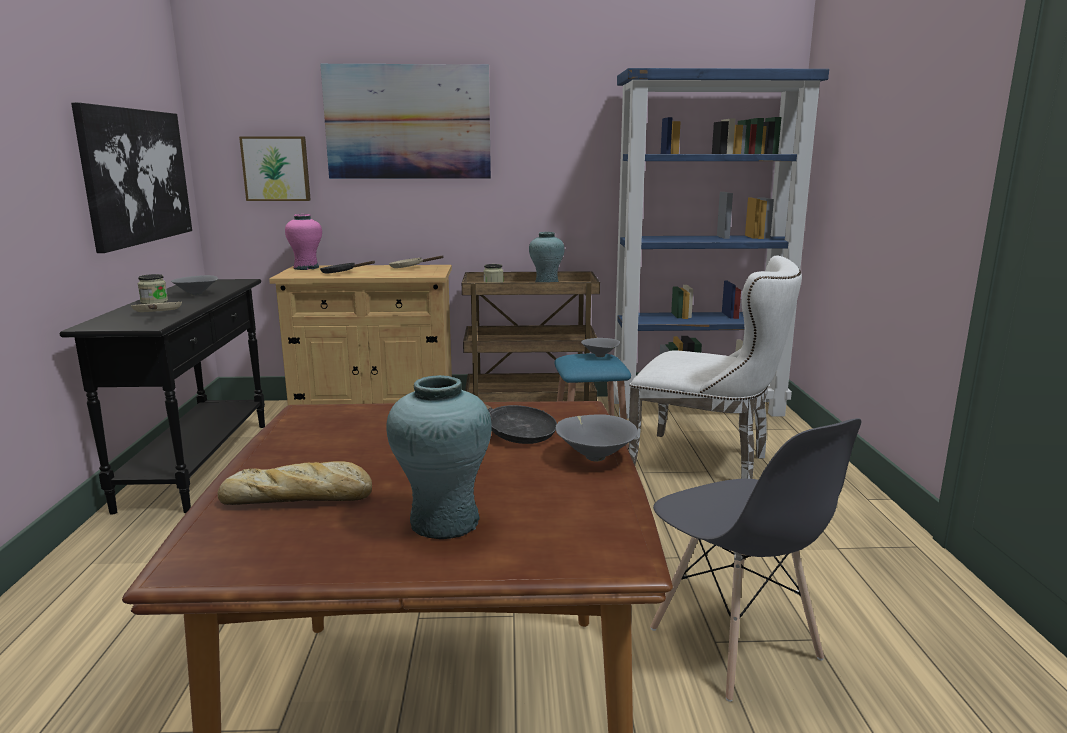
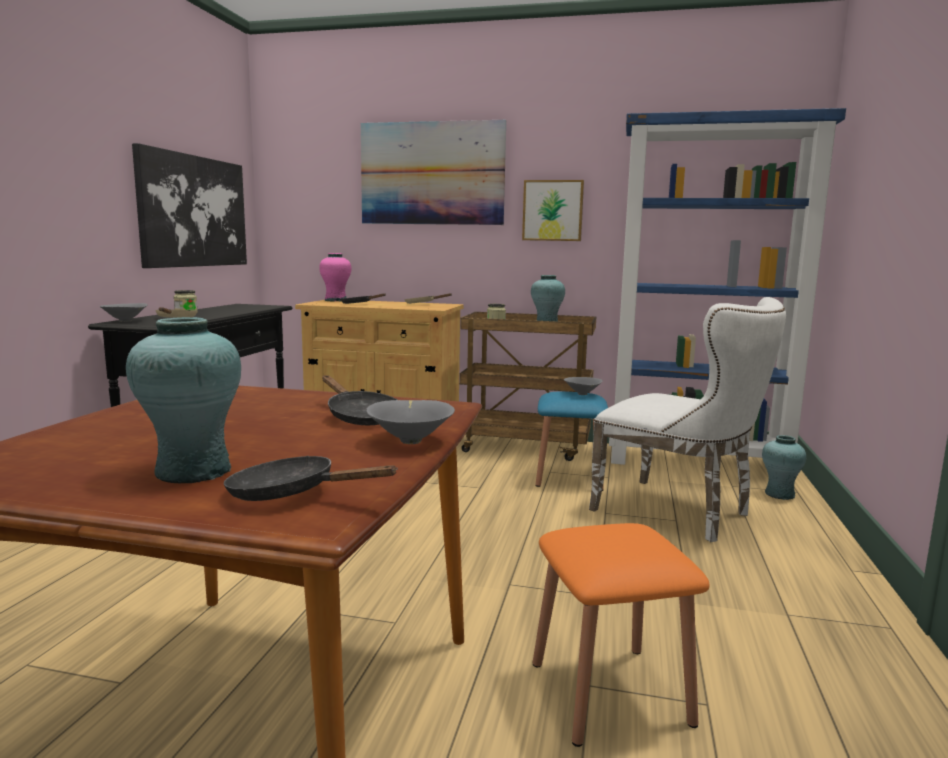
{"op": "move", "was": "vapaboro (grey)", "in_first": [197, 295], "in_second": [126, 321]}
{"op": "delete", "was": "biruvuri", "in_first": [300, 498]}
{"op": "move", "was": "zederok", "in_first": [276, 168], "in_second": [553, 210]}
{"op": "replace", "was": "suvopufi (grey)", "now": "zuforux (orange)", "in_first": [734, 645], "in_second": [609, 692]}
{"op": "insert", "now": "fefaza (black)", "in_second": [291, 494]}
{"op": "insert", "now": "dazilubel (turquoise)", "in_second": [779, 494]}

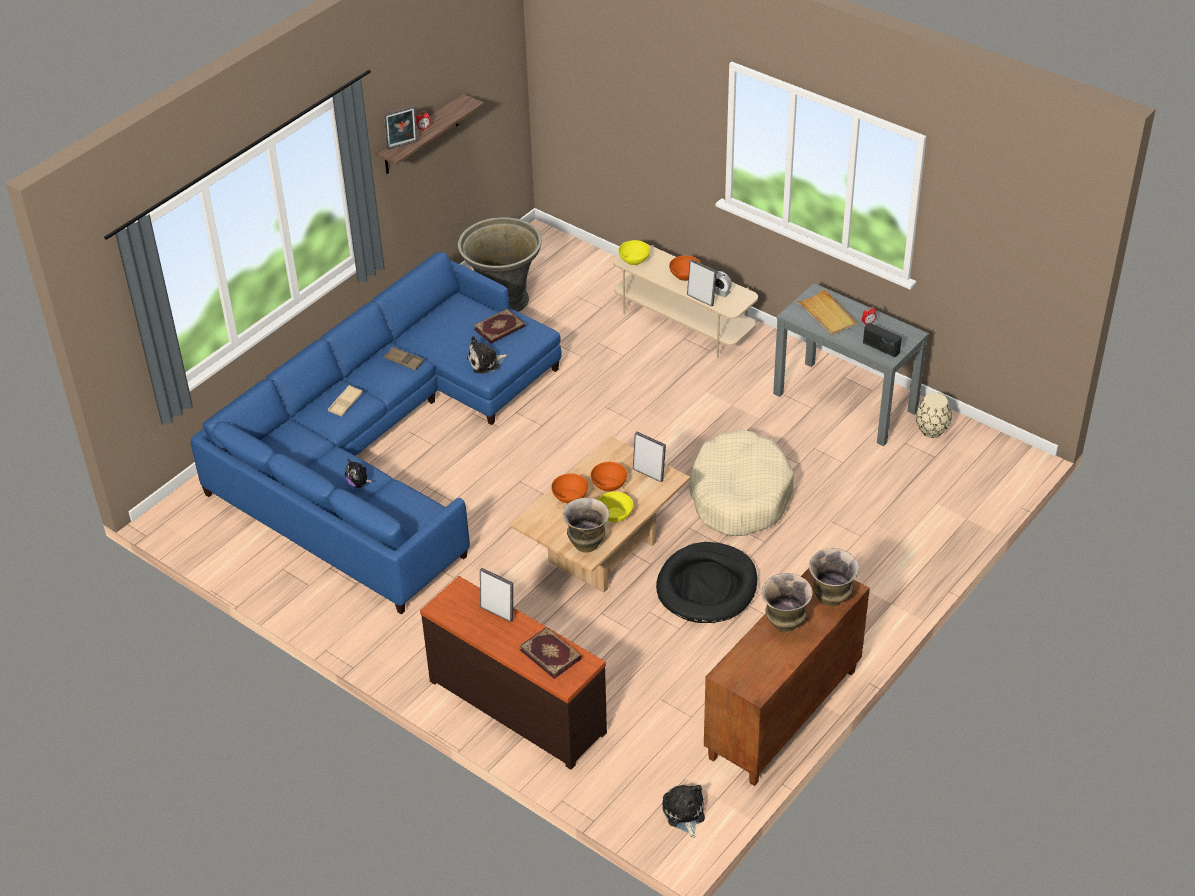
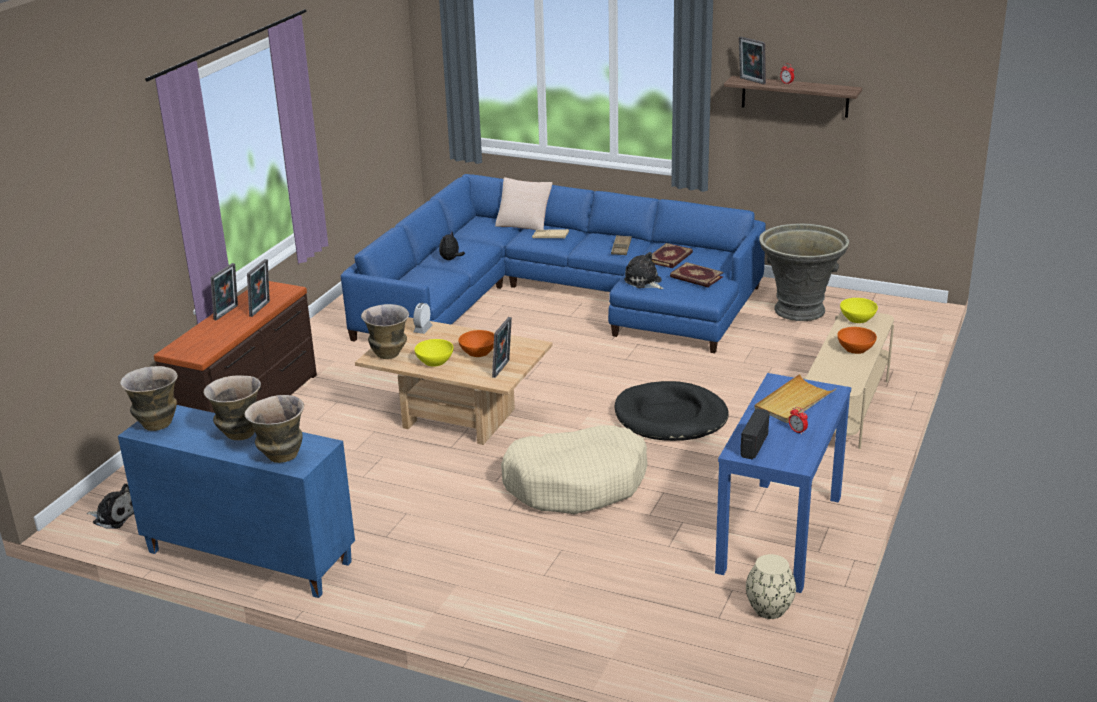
{"op": "move", "was": "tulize", "in_first": [551, 654], "in_second": [670, 258]}
{"op": "delete", "was": "vapaboro (orange)", "in_first": [570, 496]}
{"op": "move", "was": "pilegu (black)", "in_first": [707, 586], "in_second": [670, 417]}
{"op": "rotate", "was": "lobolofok", "in_first": [684, 814], "in_second": [114, 516], "clockwise": 45}
{"op": "move", "was": "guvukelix", "in_first": [701, 299], "in_second": [227, 313]}
{"op": "recolor", "was": "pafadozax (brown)", "now": "pafadozax (blue)", "in_first": [783, 715], "in_second": [247, 557]}
{"op": "move", "was": "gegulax", "in_first": [720, 292], "in_second": [423, 329]}
{"op": "recolor", "was": "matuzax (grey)", "now": "matuzax (blue)", "in_first": [845, 402], "in_second": [780, 534]}
{"op": "insert", "now": "dazilubel", "in_second": [157, 424]}
{"op": "insert", "now": "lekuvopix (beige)", "in_second": [524, 223]}

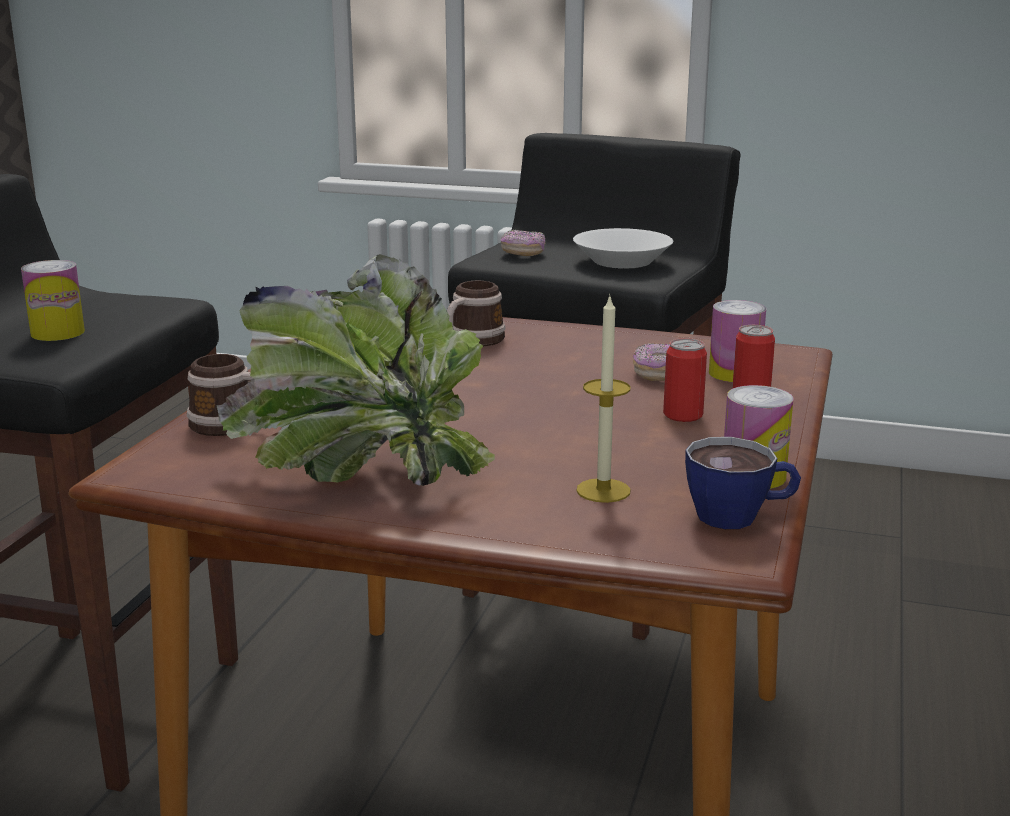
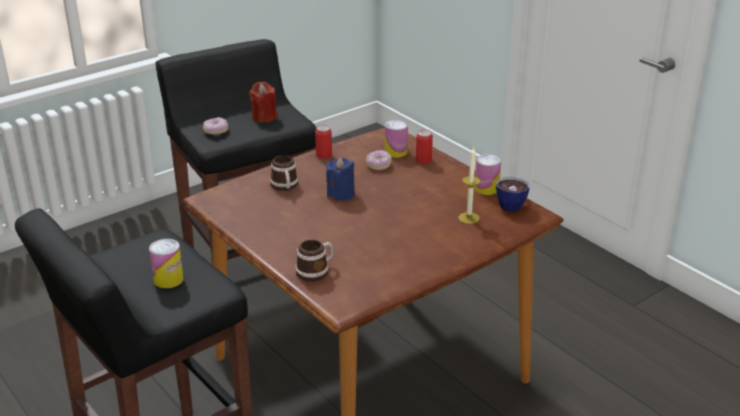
{"op": "delete", "was": "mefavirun", "in_first": [361, 474]}
{"op": "replace", "was": "vapaboro (white)", "now": "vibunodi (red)", "in_first": [621, 261], "in_second": [264, 117]}
{"op": "move", "was": "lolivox", "in_first": [683, 415], "in_second": [324, 155]}
{"op": "insert", "now": "vibunodi (blue)", "in_second": [340, 194]}

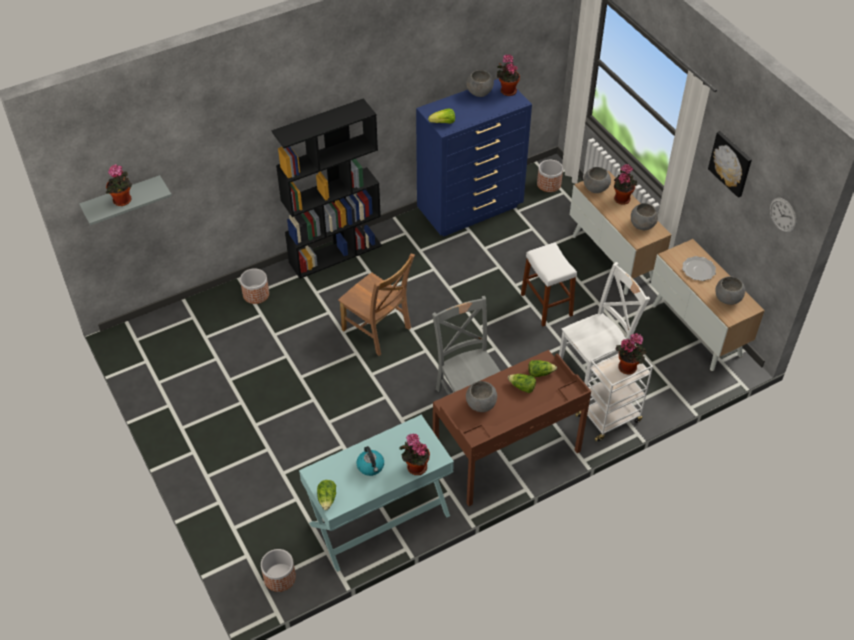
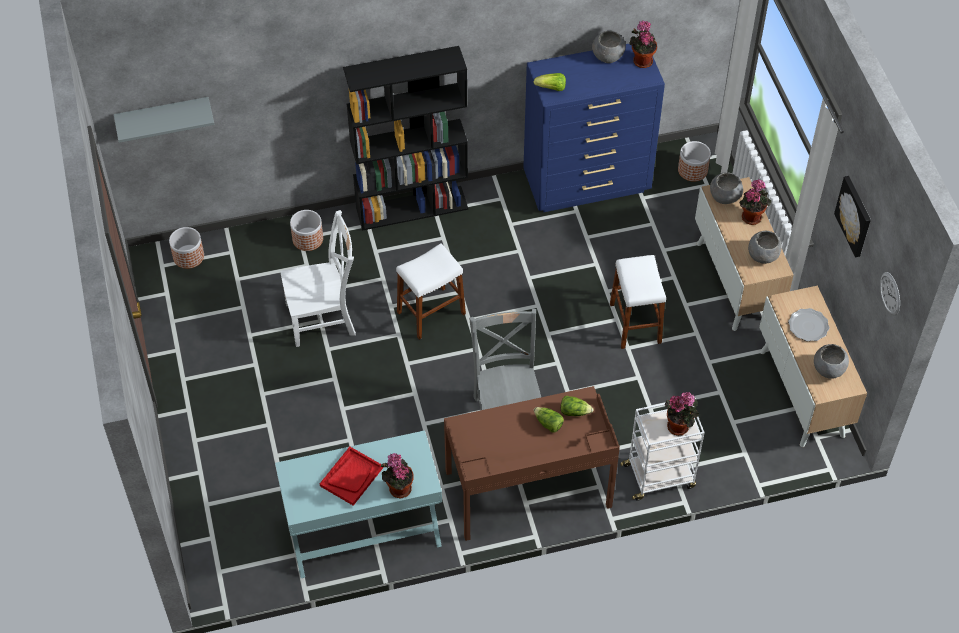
{"op": "delete", "was": "mefavirun", "in_first": [123, 201]}
{"op": "move", "was": "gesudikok", "in_first": [279, 577], "in_second": [188, 256]}
{"op": "delete", "was": "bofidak", "in_first": [327, 499]}
{"op": "replace", "was": "suvopufi (brown)", "now": "zuforux (white)", "in_first": [378, 331], "in_second": [431, 313]}
{"op": "replace", "was": "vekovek", "now": "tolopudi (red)", "in_first": [371, 466], "in_second": [351, 476]}
{"op": "delete", "was": "vapaboro (grey)", "in_first": [481, 405]}
{"op": "move", "was": "suvopufi (white)", "in_first": [596, 364], "in_second": [324, 318]}

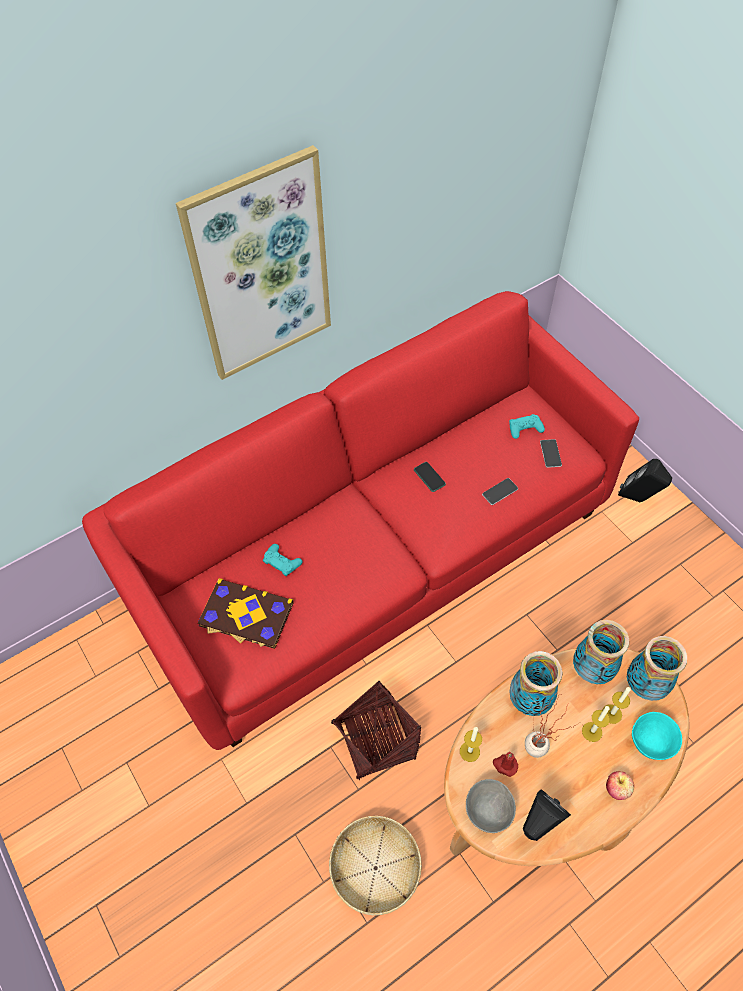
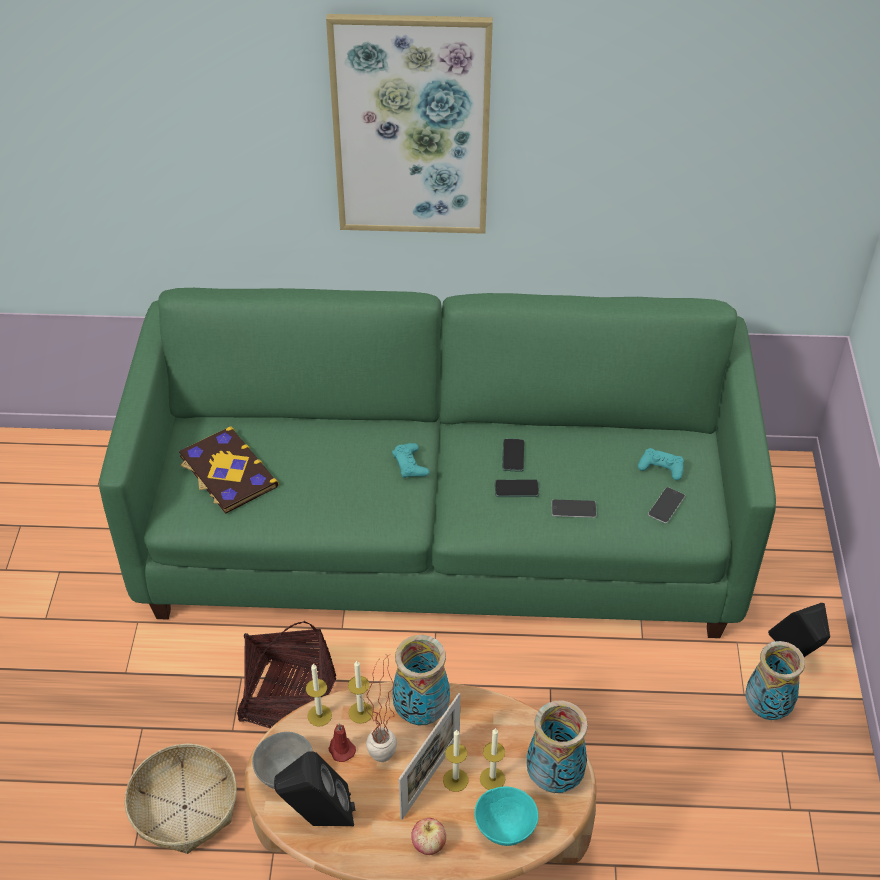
{"op": "recolor", "was": "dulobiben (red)", "now": "dulobiben (green)", "in_first": [374, 556], "in_second": [441, 537]}
{"op": "move", "was": "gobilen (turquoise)", "in_first": [282, 562], "in_second": [410, 464]}
{"op": "move", "was": "dazilubel", "in_first": [592, 670], "in_second": [766, 708]}
{"op": "insert", "now": "vibunodi", "in_second": [360, 712]}
{"op": "insert", "now": "guvukelix", "in_second": [430, 776]}
{"op": "insert", "now": "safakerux", "in_second": [516, 489]}

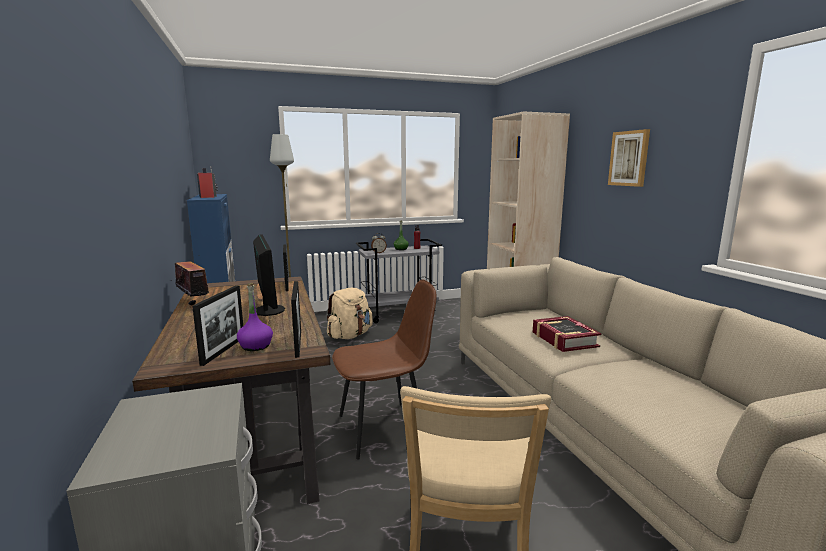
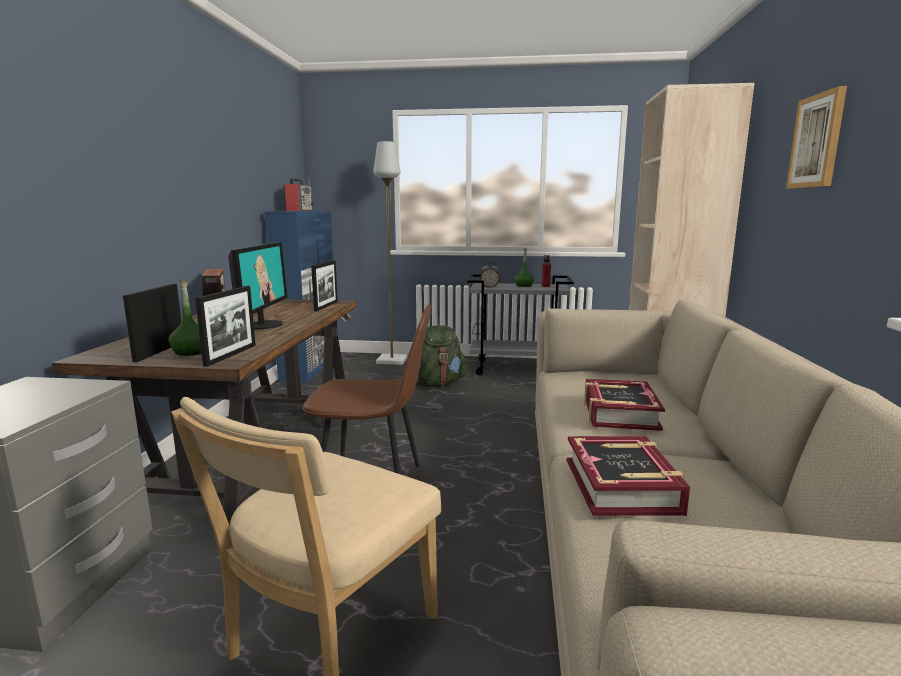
{"op": "rotate", "was": "guvukelix", "in_first": [223, 350], "in_second": [160, 351], "clockwise": 150}
{"op": "recolor", "was": "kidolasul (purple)", "now": "kidolasul (green)", "in_first": [255, 346], "in_second": [191, 352]}
{"op": "recolor", "was": "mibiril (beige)", "now": "mibiril (green)", "in_first": [350, 335], "in_second": [436, 384]}
{"op": "insert", "now": "tulize", "in_second": [622, 486]}

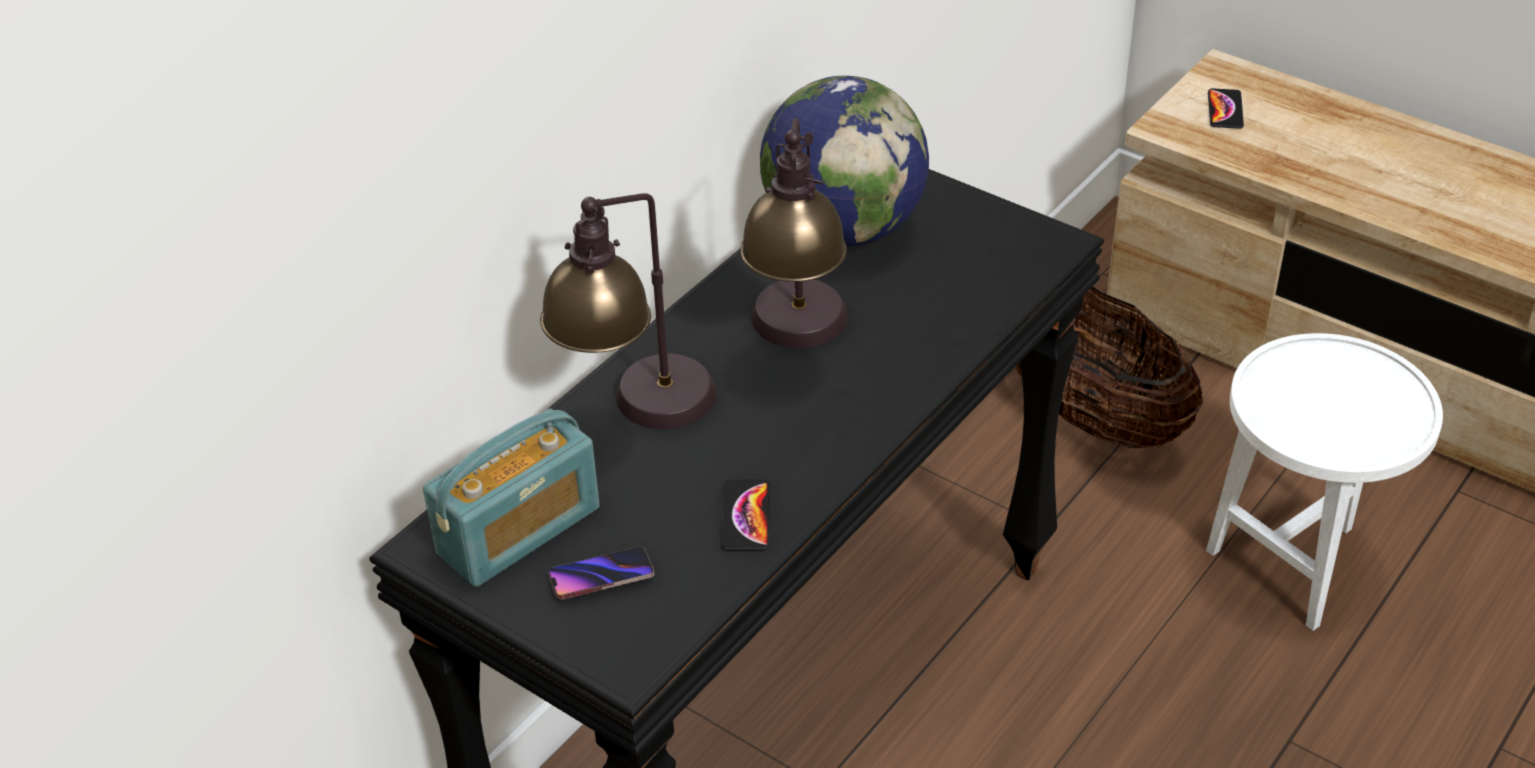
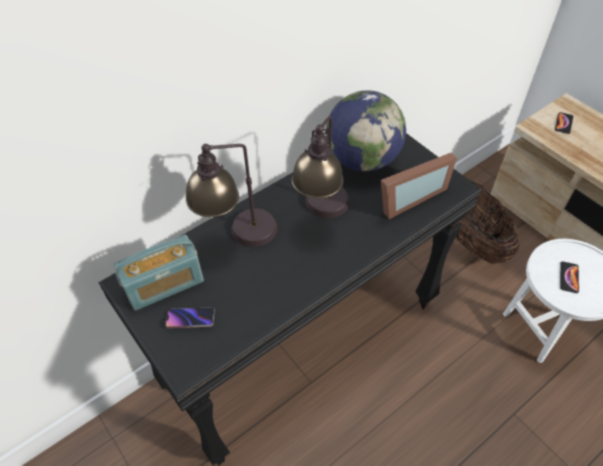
{"op": "move", "was": "safakerux", "in_first": [746, 516], "in_second": [569, 277]}
{"op": "insert", "now": "guvukelix", "in_second": [407, 197]}

